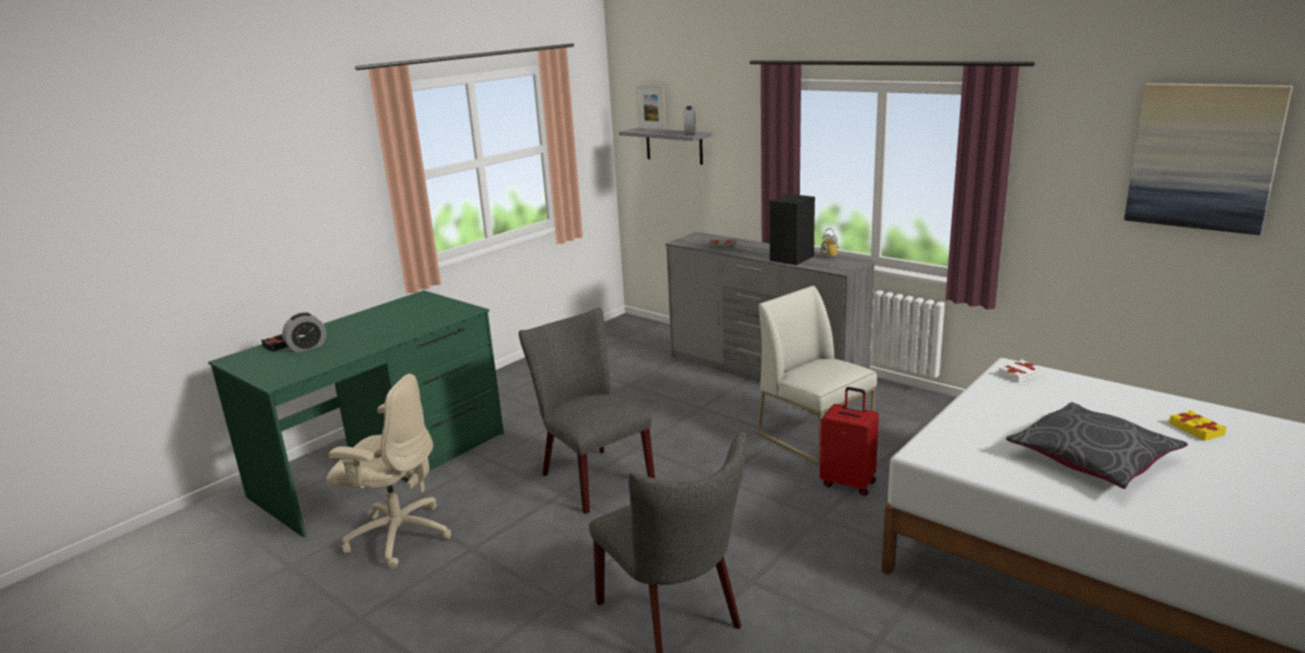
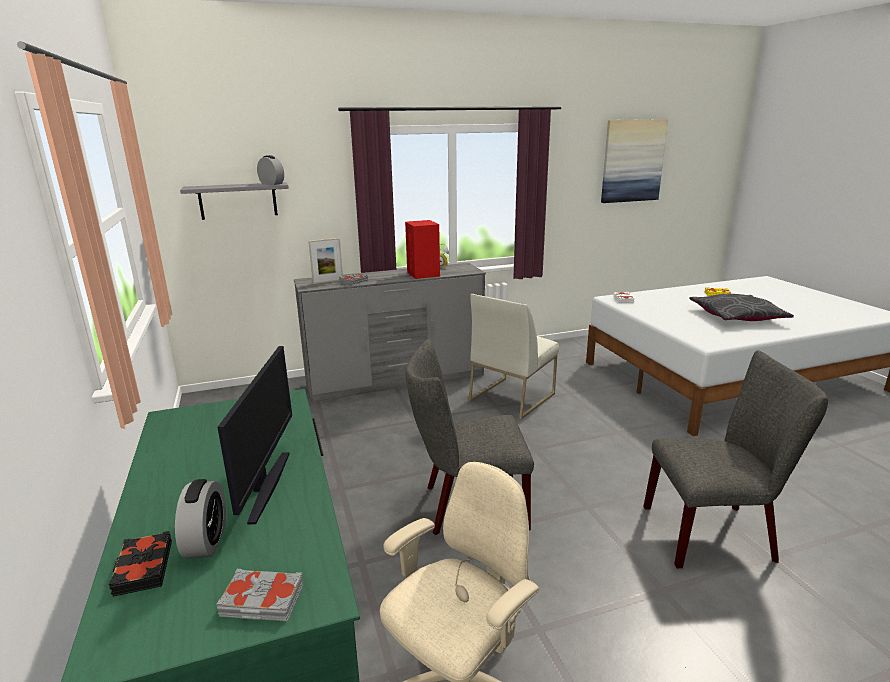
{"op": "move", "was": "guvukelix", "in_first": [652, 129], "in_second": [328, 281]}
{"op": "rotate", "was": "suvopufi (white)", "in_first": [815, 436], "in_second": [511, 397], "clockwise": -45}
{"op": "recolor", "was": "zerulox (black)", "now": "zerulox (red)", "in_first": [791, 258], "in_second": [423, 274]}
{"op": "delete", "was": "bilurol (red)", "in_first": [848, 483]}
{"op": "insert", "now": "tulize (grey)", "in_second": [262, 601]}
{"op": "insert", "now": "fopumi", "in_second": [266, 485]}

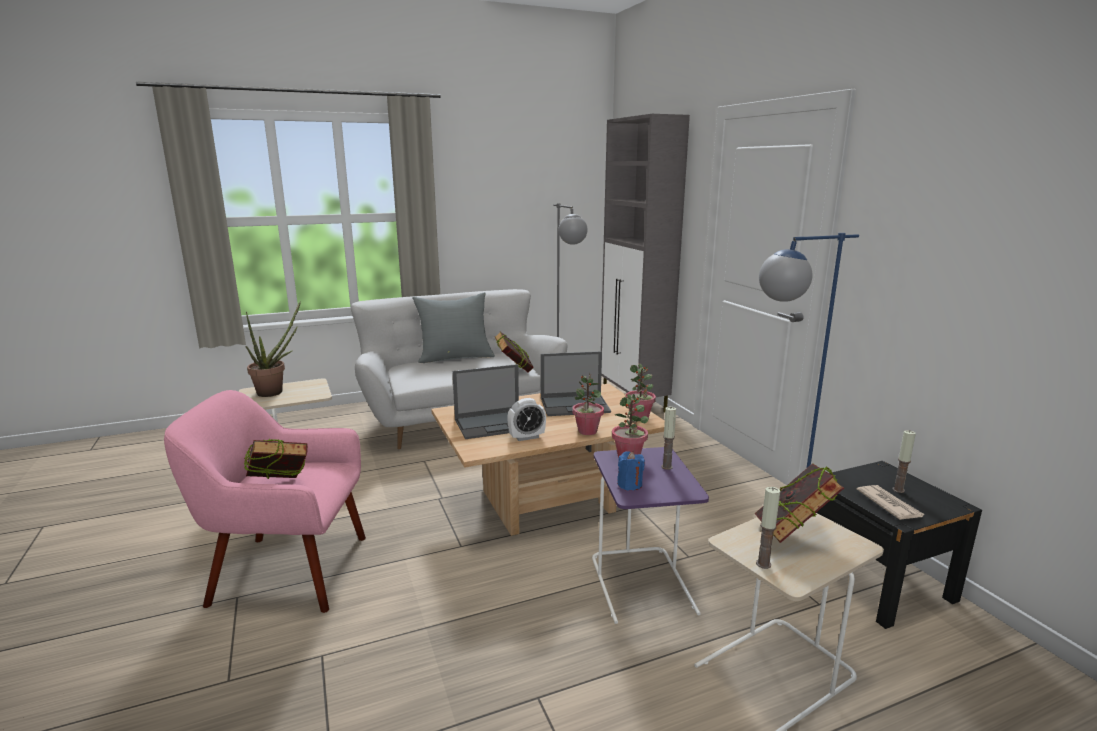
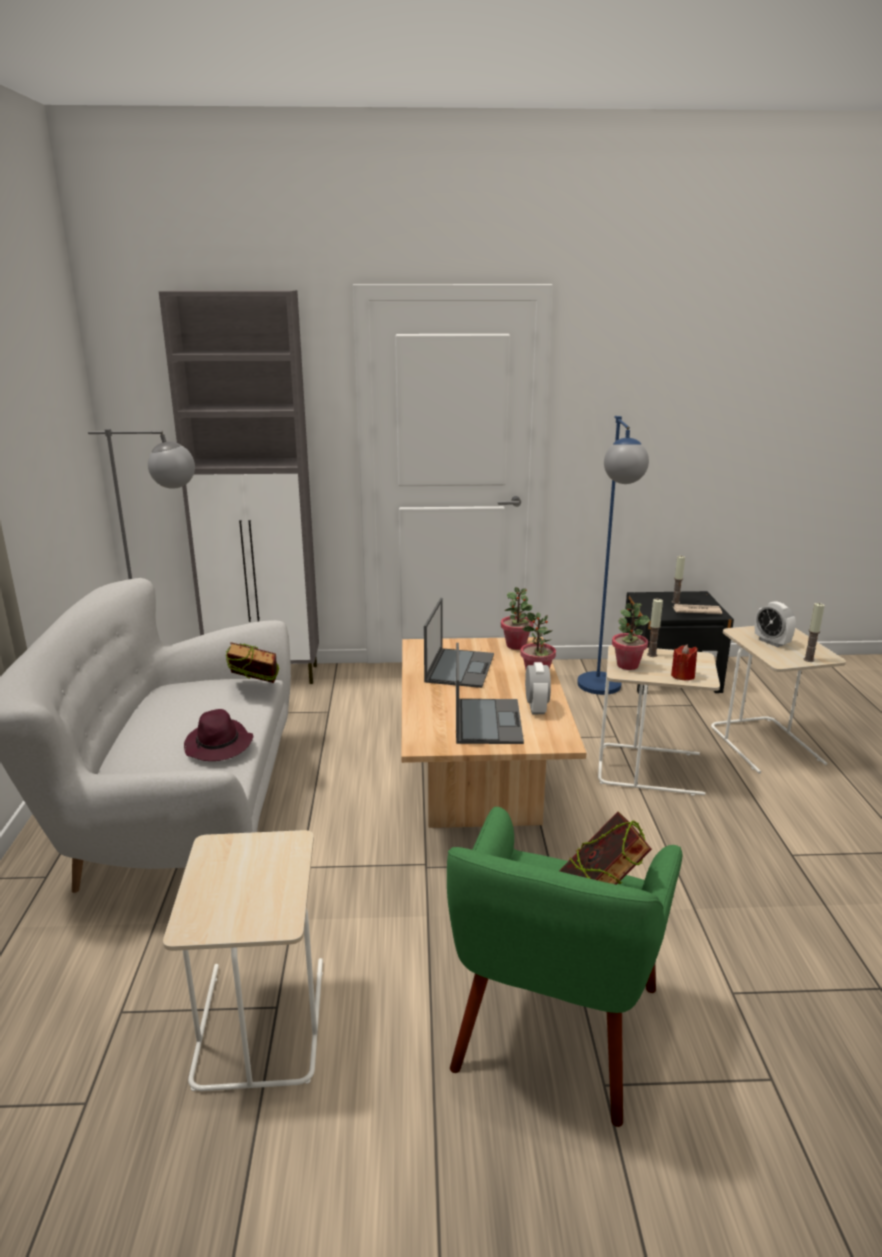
{"op": "recolor", "was": "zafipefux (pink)", "now": "zafipefux (green)", "in_first": [287, 570], "in_second": [553, 1028]}
{"op": "delete", "was": "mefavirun", "in_first": [275, 391]}
{"op": "delete", "was": "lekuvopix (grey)", "in_first": [455, 357]}
{"op": "recolor", "was": "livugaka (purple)", "now": "livugaka (beige)", "in_first": [643, 584], "in_second": [651, 769]}
{"op": "recolor", "was": "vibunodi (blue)", "now": "vibunodi (red)", "in_first": [629, 484], "in_second": [682, 676]}
{"op": "replace", "was": "tulize", "now": "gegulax", "in_first": [792, 536], "in_second": [771, 642]}
{"op": "insert", "now": "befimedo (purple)", "in_second": [219, 746]}

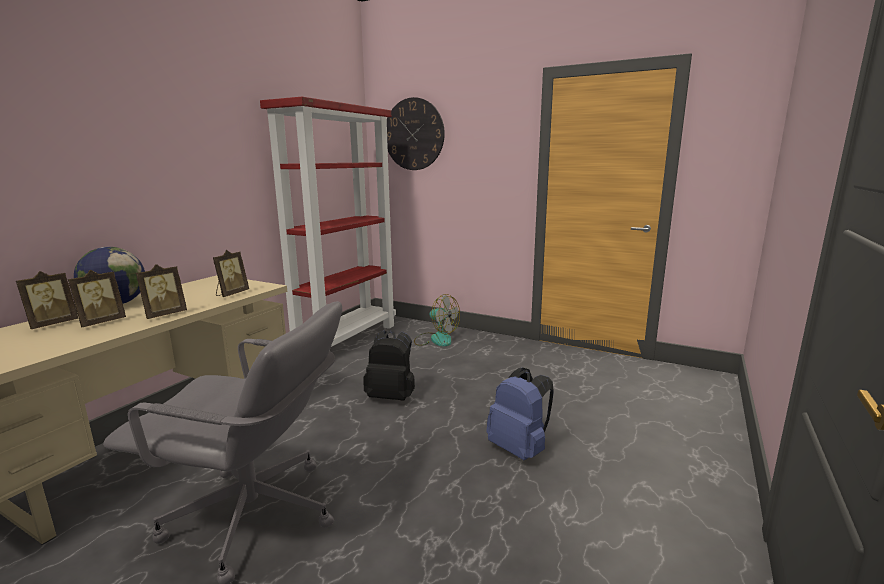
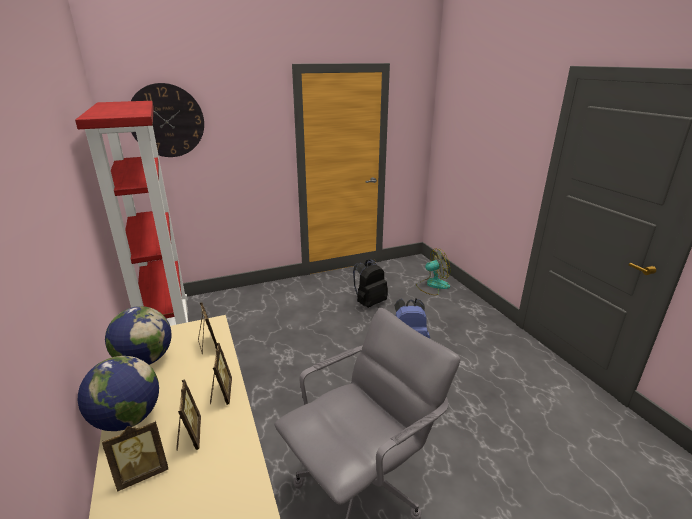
{"op": "rotate", "was": "guvukelix", "in_first": [52, 324], "in_second": [142, 473], "clockwise": 75}
{"op": "move", "was": "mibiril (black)", "in_first": [392, 396], "in_second": [369, 302]}
{"op": "move", "was": "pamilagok", "in_first": [435, 339], "in_second": [432, 285]}
{"op": "insert", "now": "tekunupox", "in_second": [145, 360]}

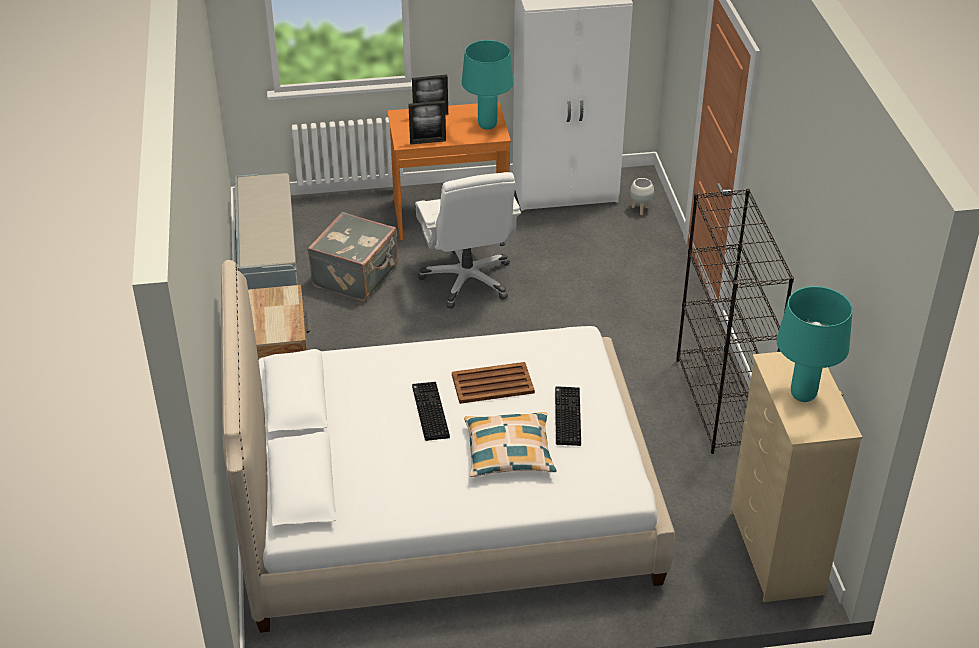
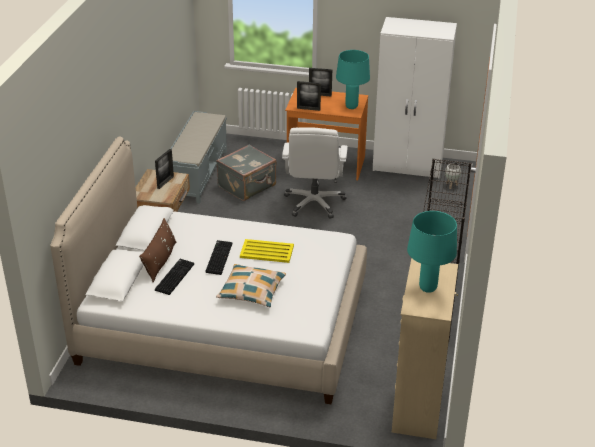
{"op": "recolor", "was": "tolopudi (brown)", "now": "tolopudi (yellow)", "in_first": [491, 384], "in_second": [266, 251]}
{"op": "move", "was": "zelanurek", "in_first": [566, 416], "in_second": [174, 276]}
{"op": "insert", "now": "lekuvopix (brown)", "in_second": [160, 261]}
{"op": "insert", "now": "guvukelix", "in_second": [165, 182]}

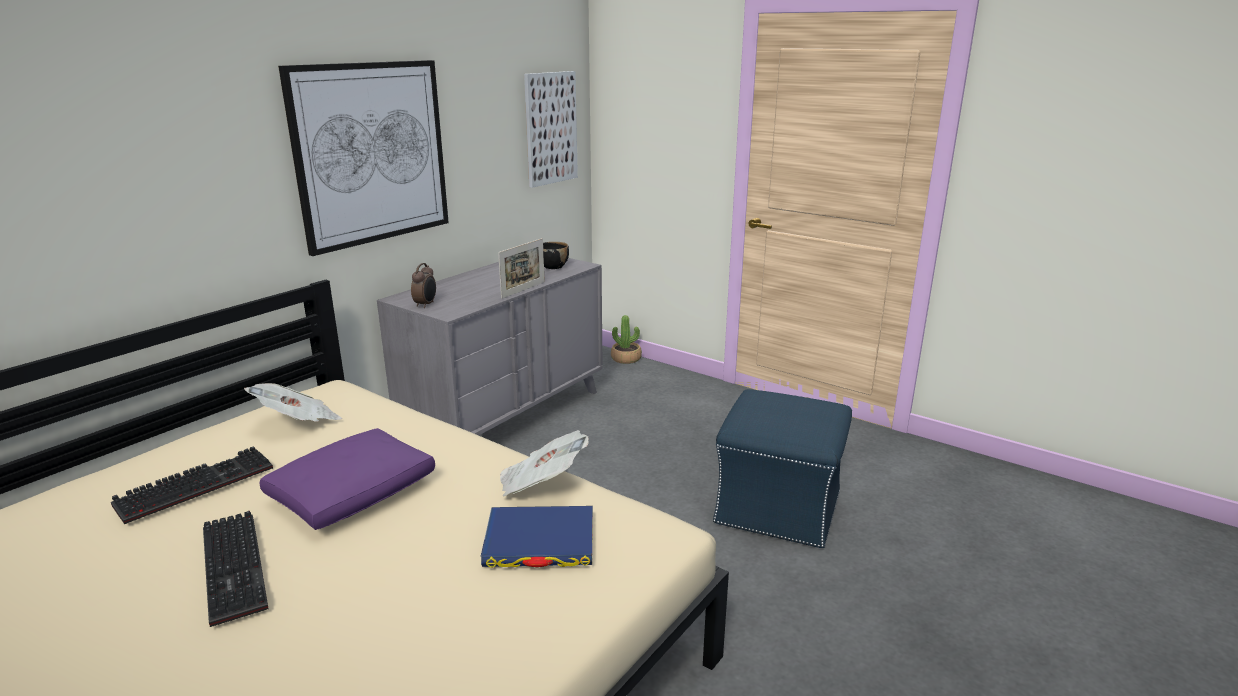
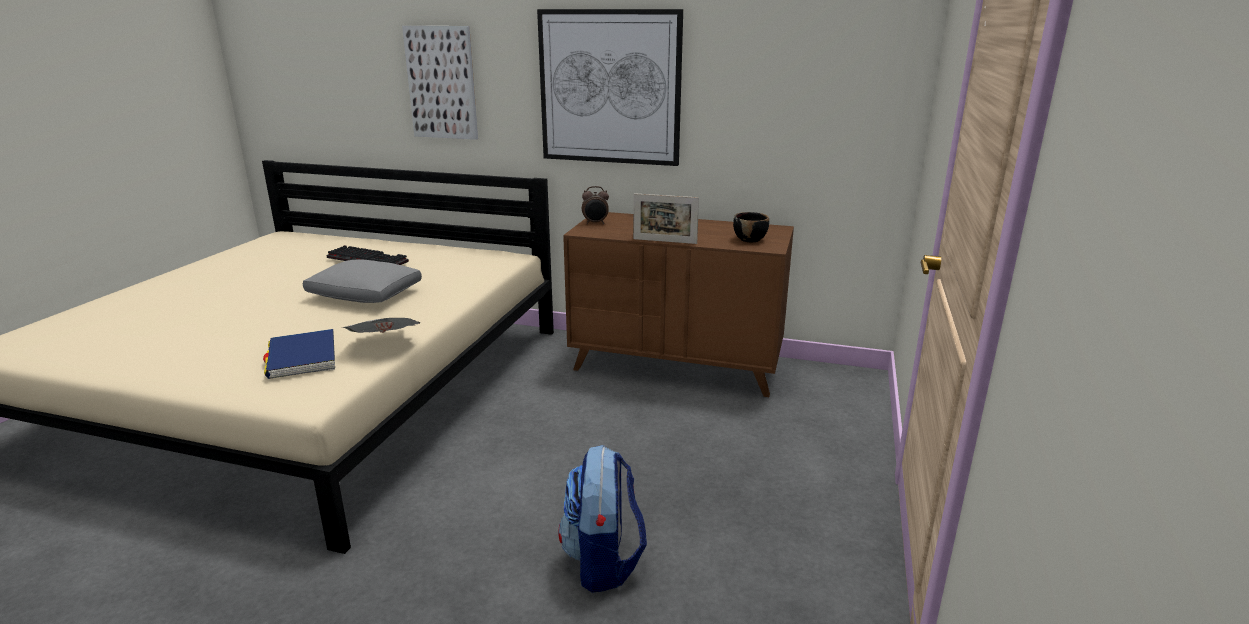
{"op": "delete", "was": "zelanurek", "in_first": [237, 568]}
{"op": "delete", "was": "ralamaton", "in_first": [299, 422]}
{"op": "recolor", "was": "lekuvopix (purple)", "now": "lekuvopix (grey)", "in_first": [354, 493], "in_second": [366, 295]}
{"op": "recolor", "was": "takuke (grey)", "now": "takuke (brown)", "in_first": [506, 415], "in_second": [677, 365]}
{"op": "move", "was": "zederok", "in_first": [550, 128], "in_second": [441, 83]}
{"op": "delete", "was": "mefavirun", "in_first": [626, 358]}
{"op": "replace", "was": "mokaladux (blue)", "now": "mibiril", "in_first": [779, 508], "in_second": [603, 562]}

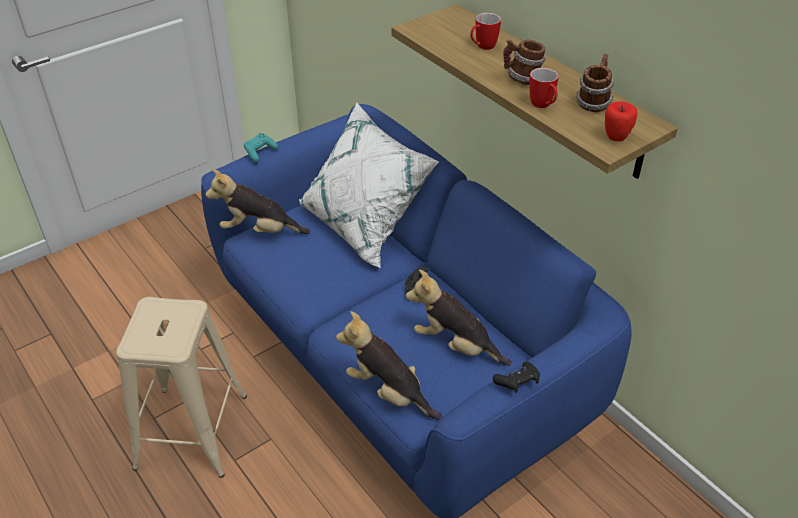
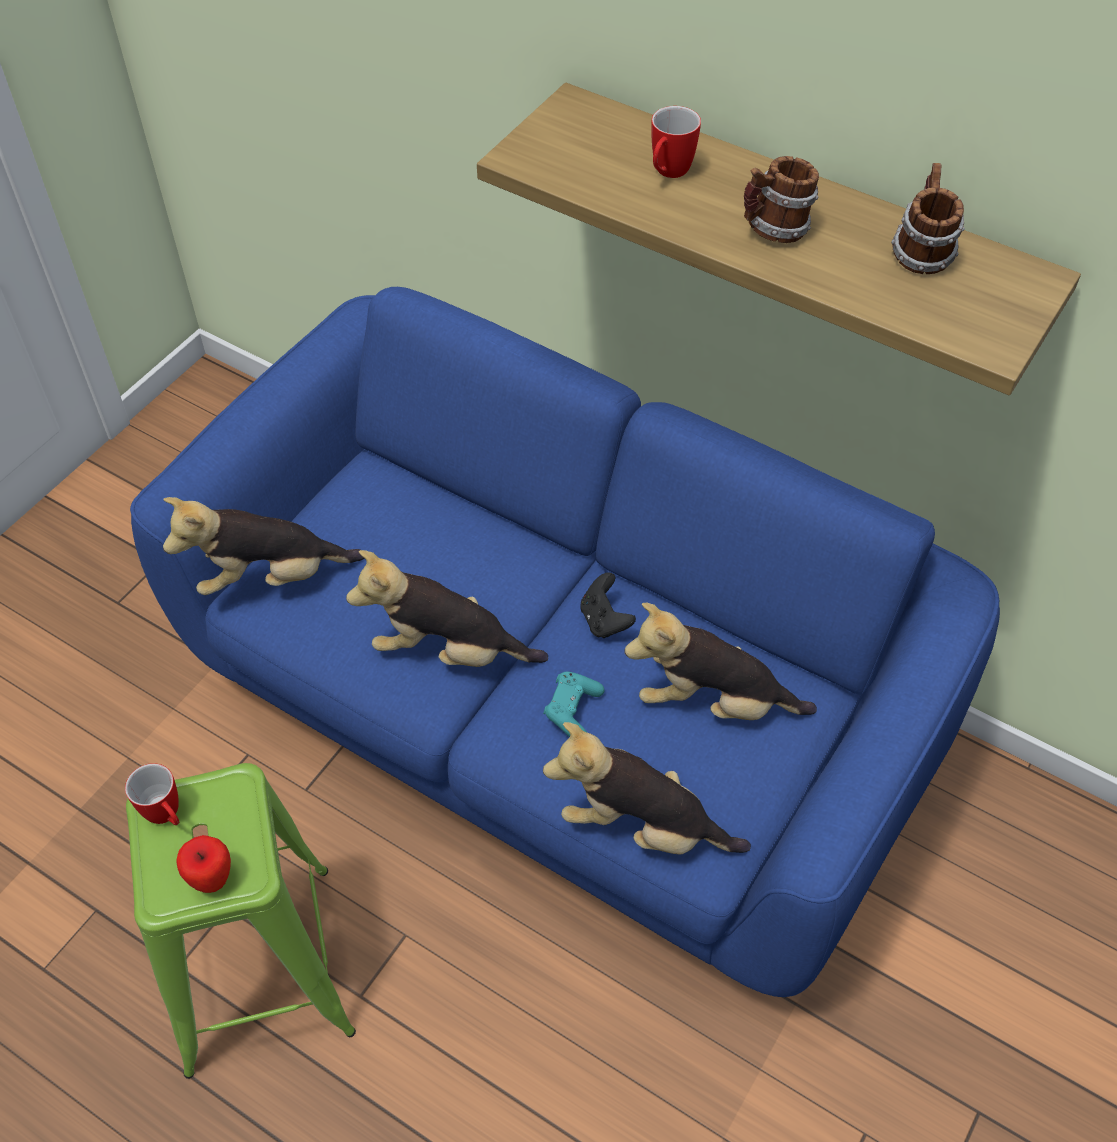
{"op": "recolor", "was": "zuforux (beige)", "now": "zuforux (green)", "in_first": [191, 432], "in_second": [259, 970]}
{"op": "move", "was": "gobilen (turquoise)", "in_first": [260, 152], "in_second": [572, 711]}
{"op": "delete", "was": "lekuvopix (white)", "in_first": [365, 224]}
{"op": "delete", "was": "gobilen (black)", "in_first": [517, 383]}
{"op": "move", "was": "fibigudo", "in_first": [543, 106], "in_second": [167, 817]}
{"op": "move", "was": "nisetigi", "in_first": [616, 137], "in_second": [212, 879]}
{"op": "insert", "now": "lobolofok", "in_second": [448, 650]}

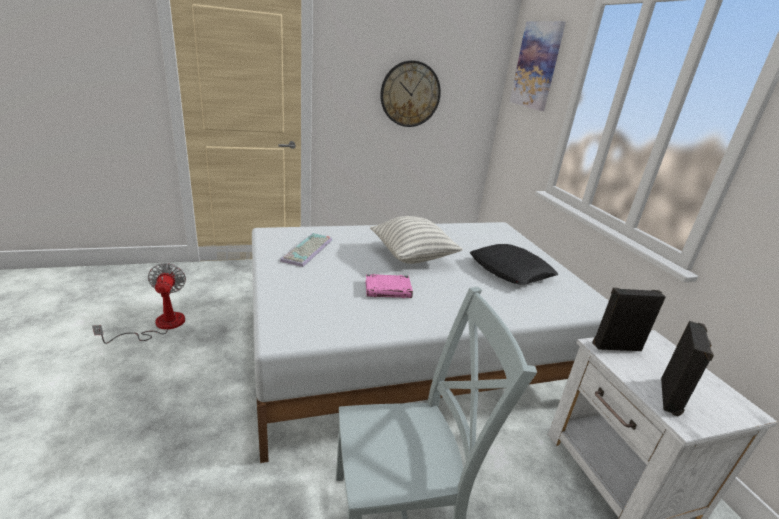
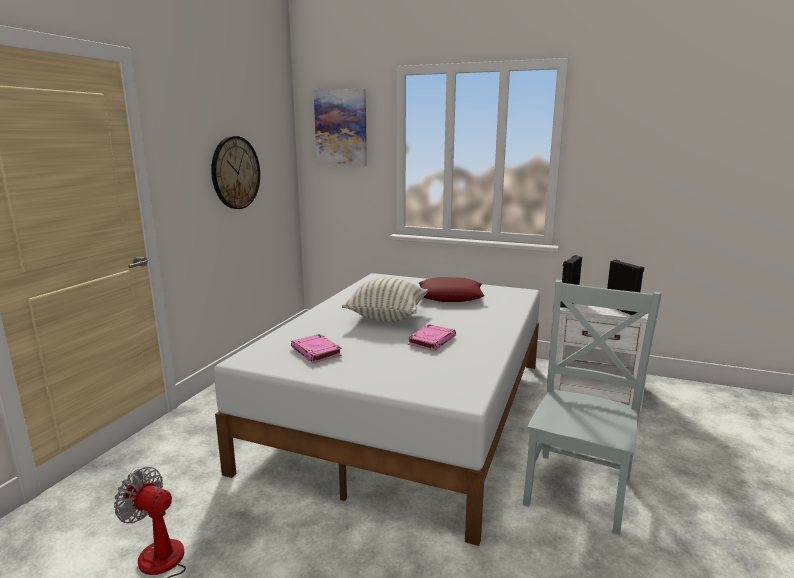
{"op": "replace", "was": "zelanurek", "now": "tulize (pink)", "in_first": [308, 251], "in_second": [317, 352]}
{"op": "recolor", "was": "lekuvopix (black)", "now": "lekuvopix (red)", "in_first": [510, 270], "in_second": [450, 296]}

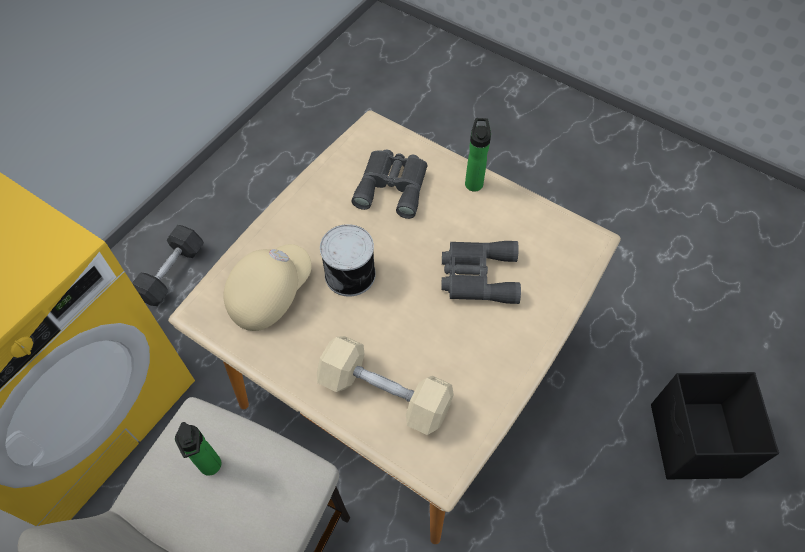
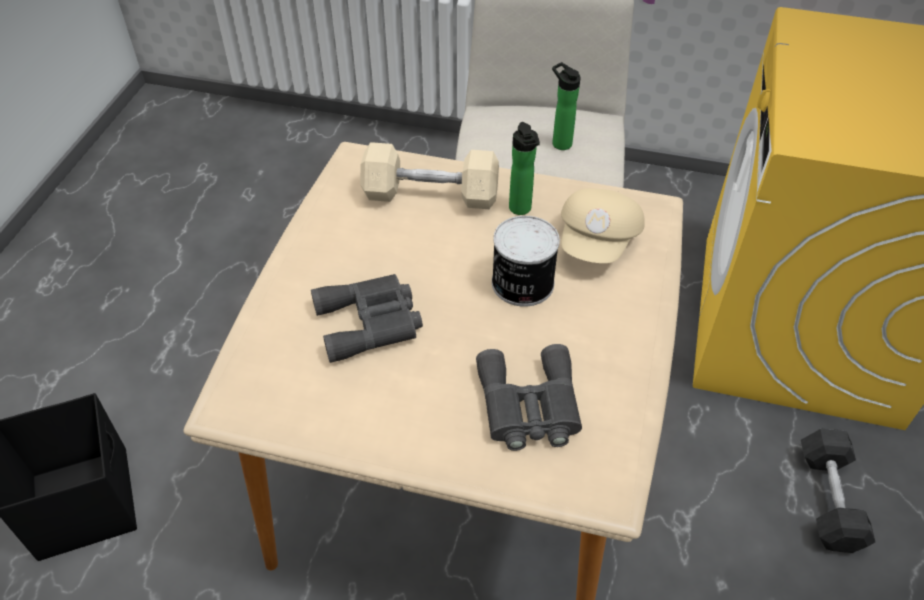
{"op": "move", "was": "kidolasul", "in_first": [474, 182], "in_second": [521, 210]}

